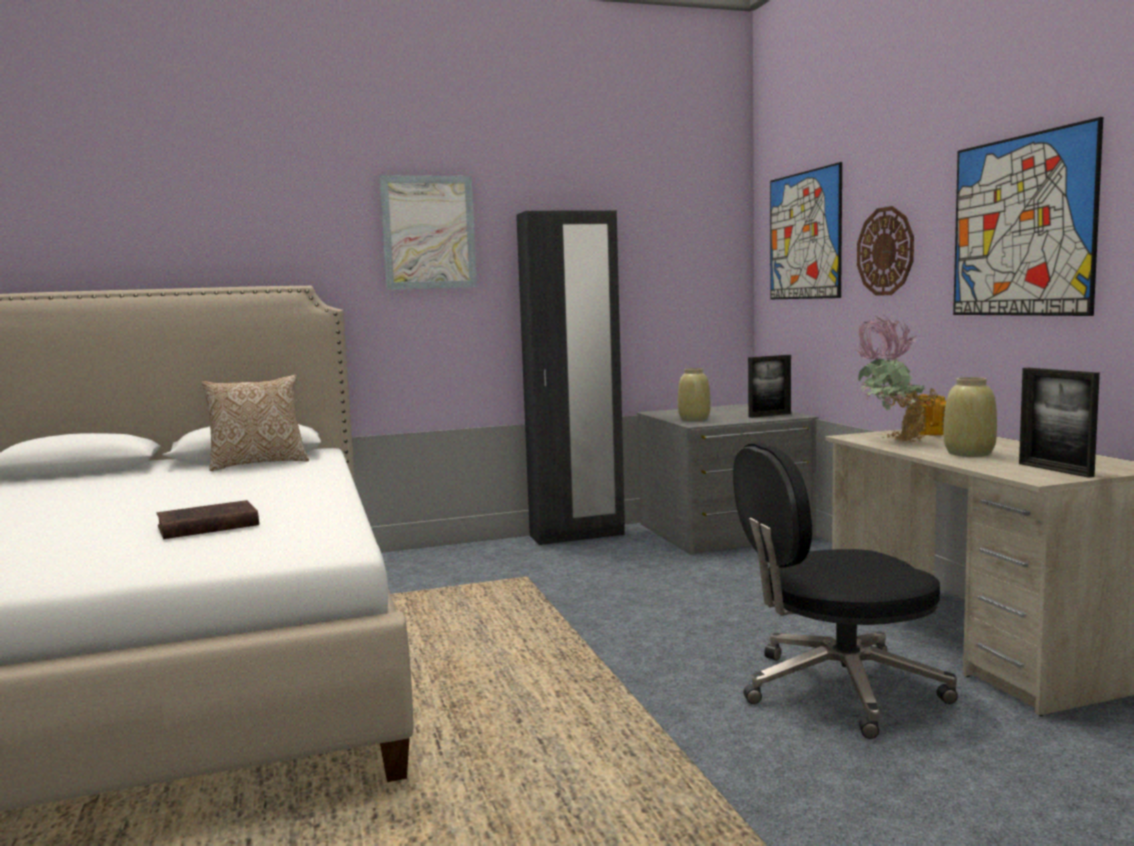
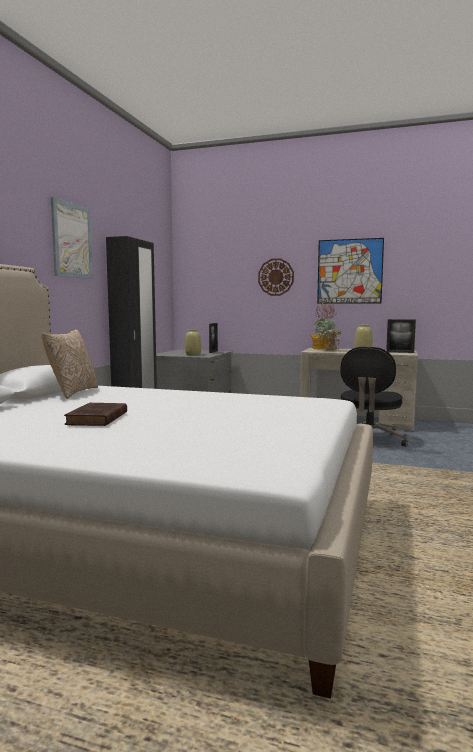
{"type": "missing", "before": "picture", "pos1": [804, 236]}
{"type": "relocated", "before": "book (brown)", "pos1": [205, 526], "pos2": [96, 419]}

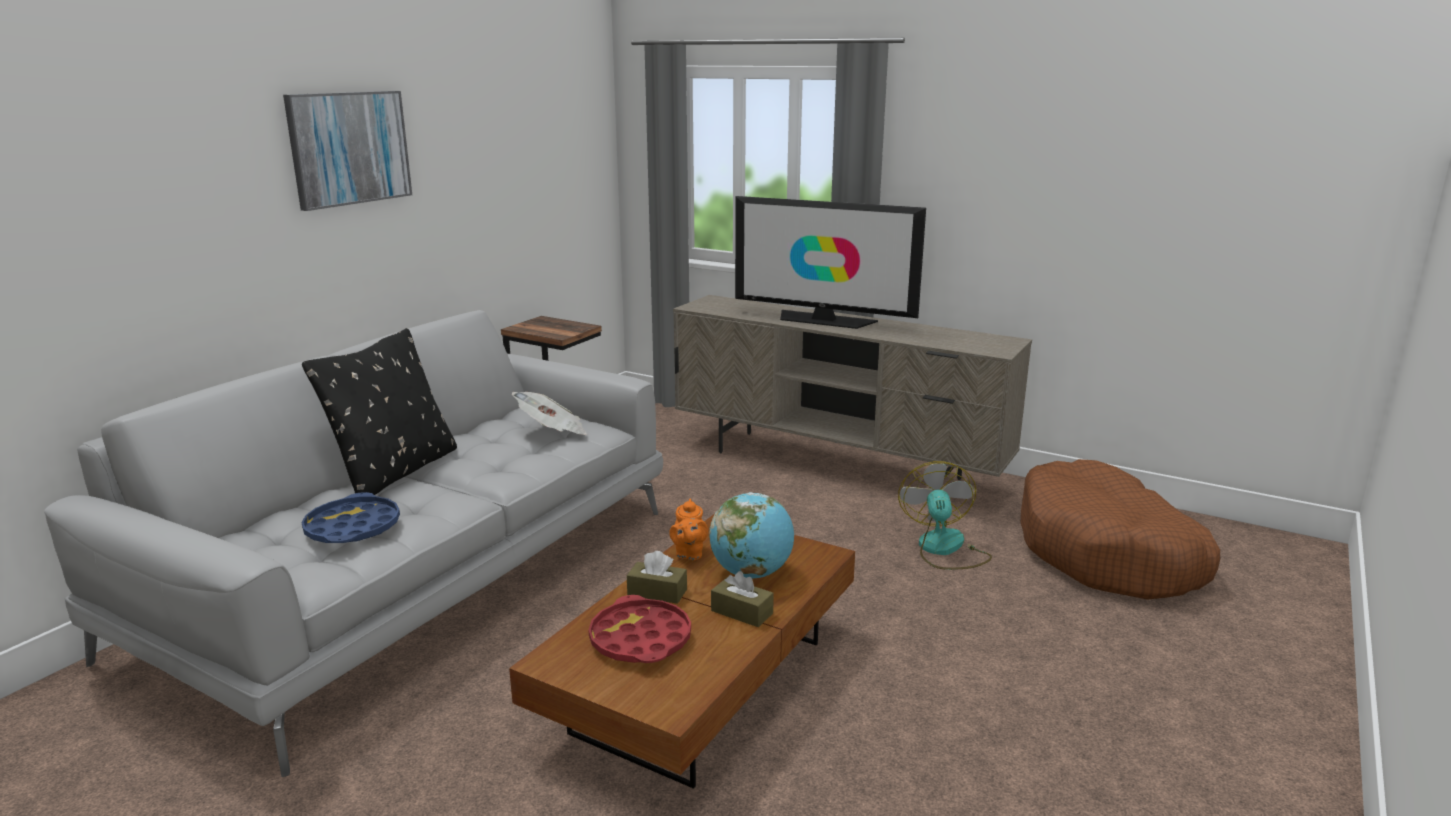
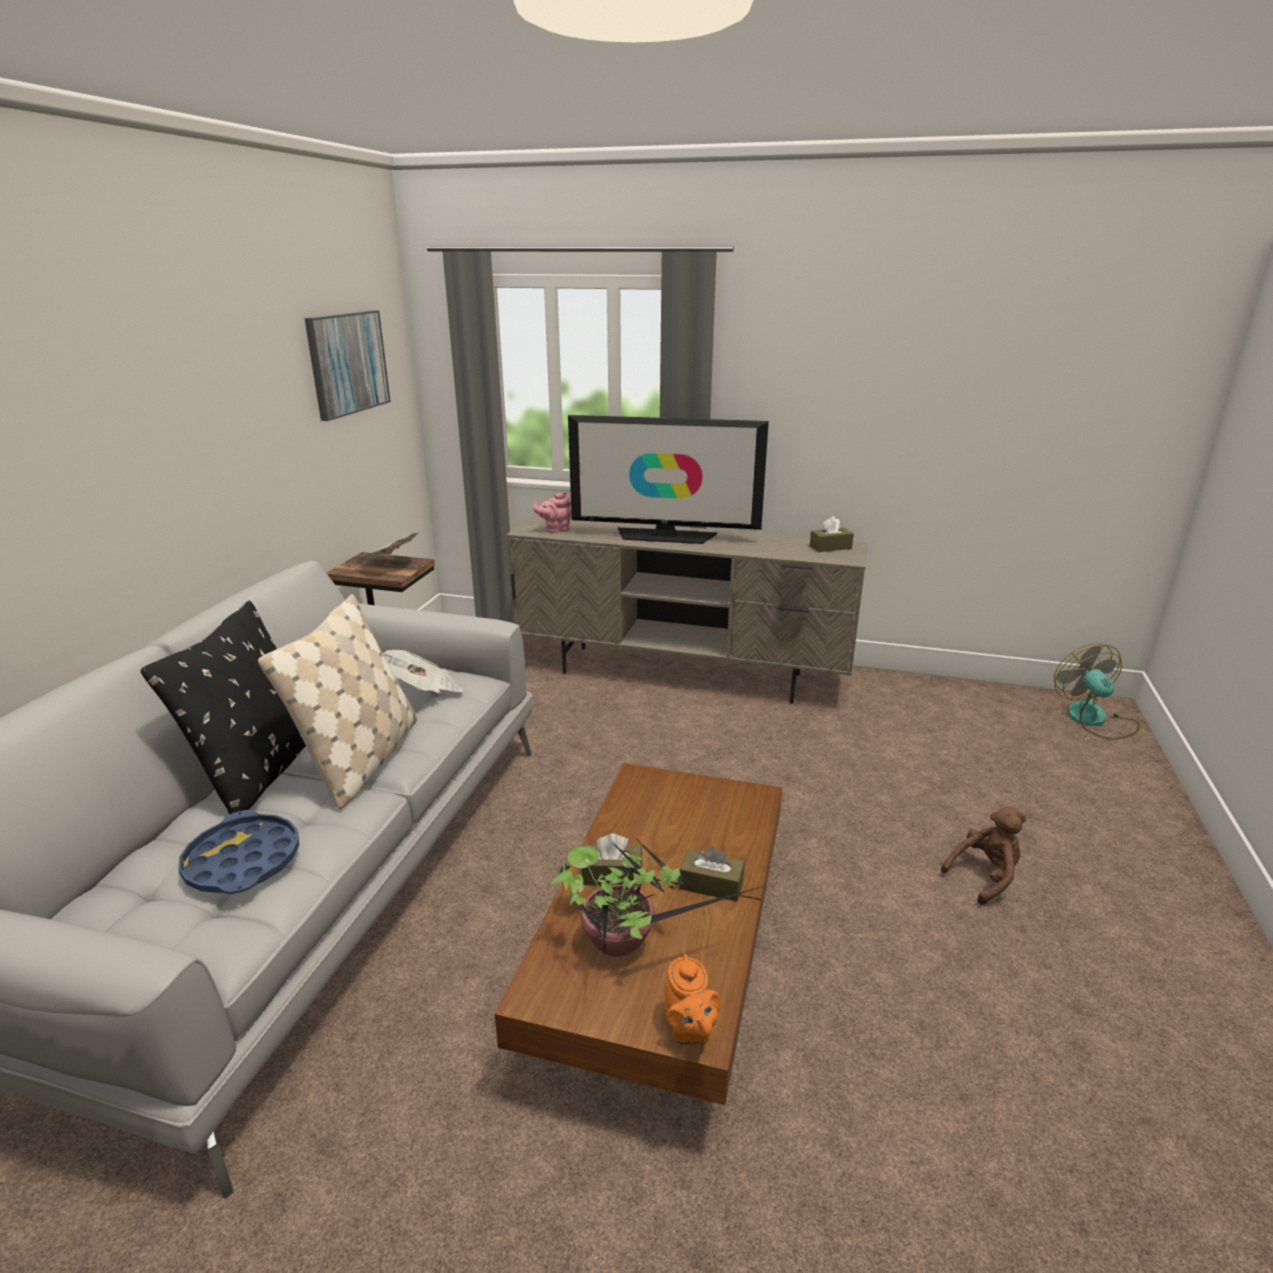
{"type": "missing", "before": "globe", "pos1": [751, 573]}
{"type": "missing", "before": "dog bed (brown)", "pos1": [1107, 553]}
{"type": "appeared", "after": "pillow (beige)", "pos2": [362, 760]}
{"type": "appeared", "after": "newspaper", "pos2": [388, 565]}
{"type": "appeared", "after": "teapot (pink)", "pos2": [555, 529]}
{"type": "appeared", "after": "tissue box (brown)", "pos2": [830, 547]}
{"type": "appeared", "after": "plush toy (brown)", "pos2": [985, 876]}
{"type": "relocated", "before": "picture", "pos1": [349, 148], "pos2": [347, 363]}
{"type": "relocated", "before": "teapot (orange)", "pos1": [689, 553], "pos2": [689, 1030]}
{"type": "relocated", "before": "fan", "pos1": [944, 549], "pos2": [1094, 720]}
{"type": "exchanged", "before": "tray (red)", "after": "potted plant", "pos1": [640, 639], "pos2": [623, 942]}

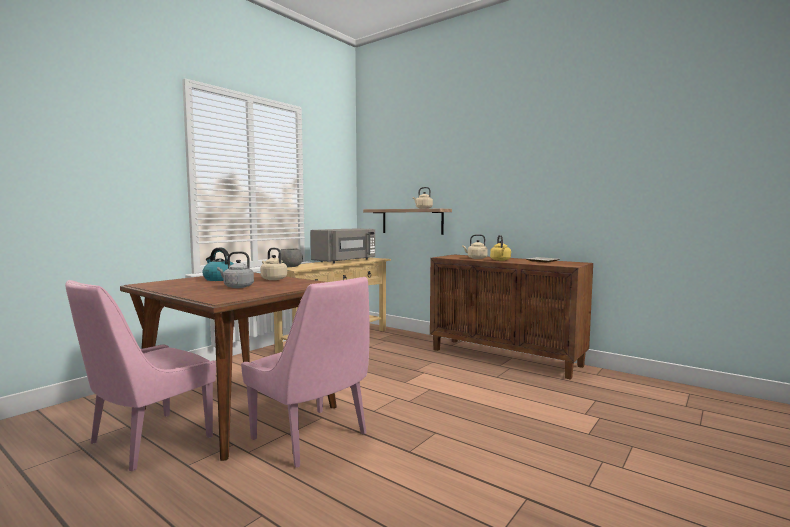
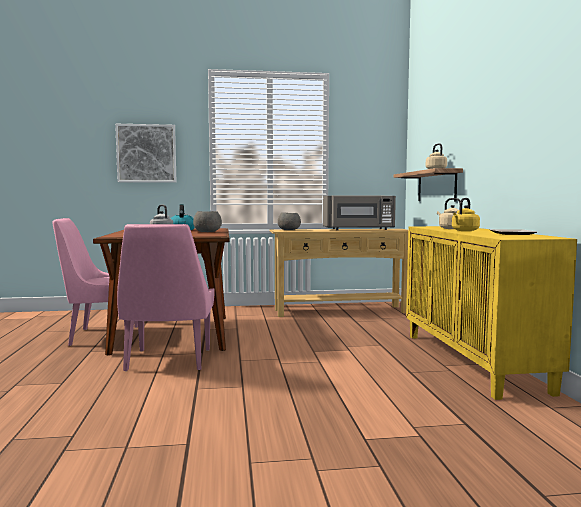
{"type": "appeared", "after": "picture", "pos2": [146, 153]}
{"type": "exchanged", "before": "kettle (beige)", "after": "bowl (grey)", "pos1": [273, 279], "pos2": [207, 231]}
{"type": "colour", "before": "cabinet (brown)", "after": "cabinet (yellow)", "pos1": [505, 357], "pos2": [473, 361]}

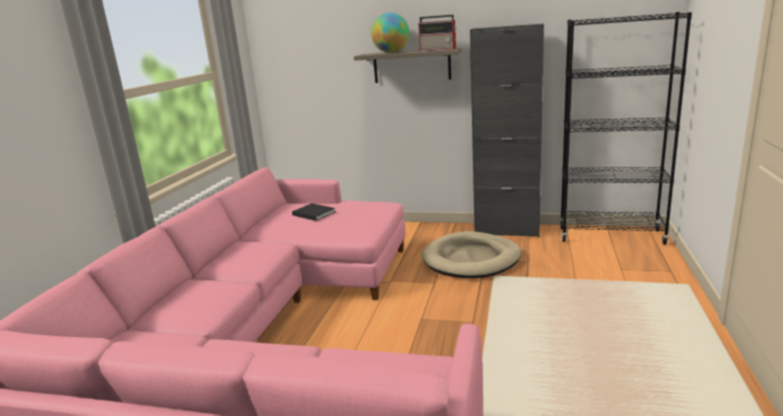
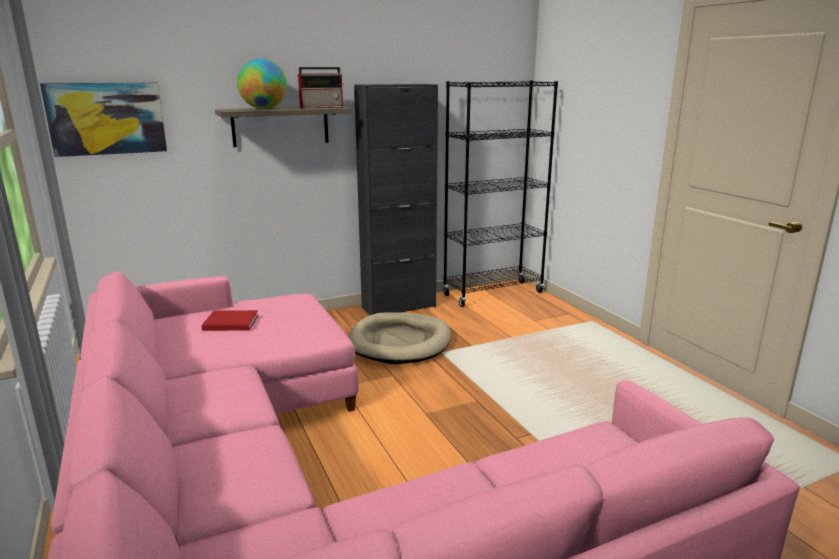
{"type": "appeared", "after": "picture", "pos2": [106, 118]}
{"type": "colour", "before": "book (black)", "after": "book (red)", "pos1": [313, 213], "pos2": [229, 322]}

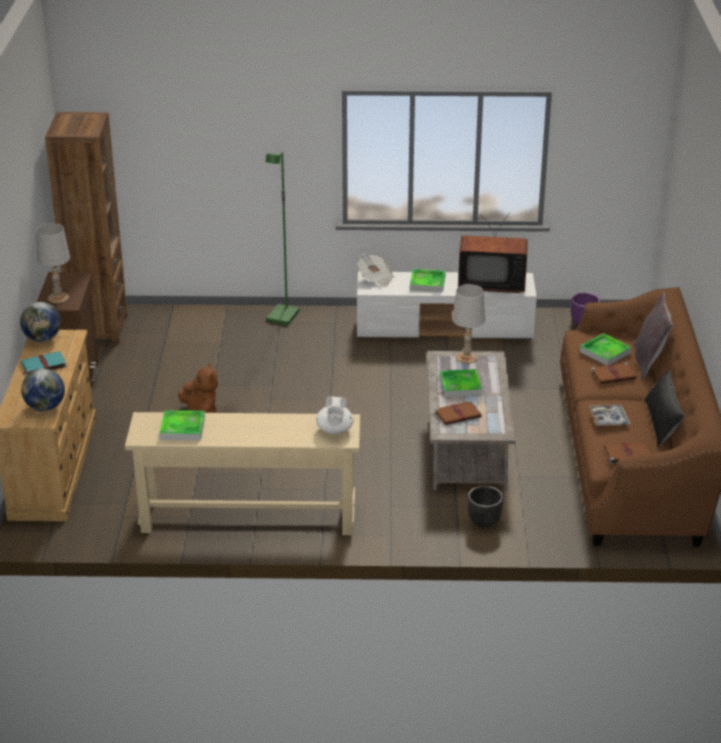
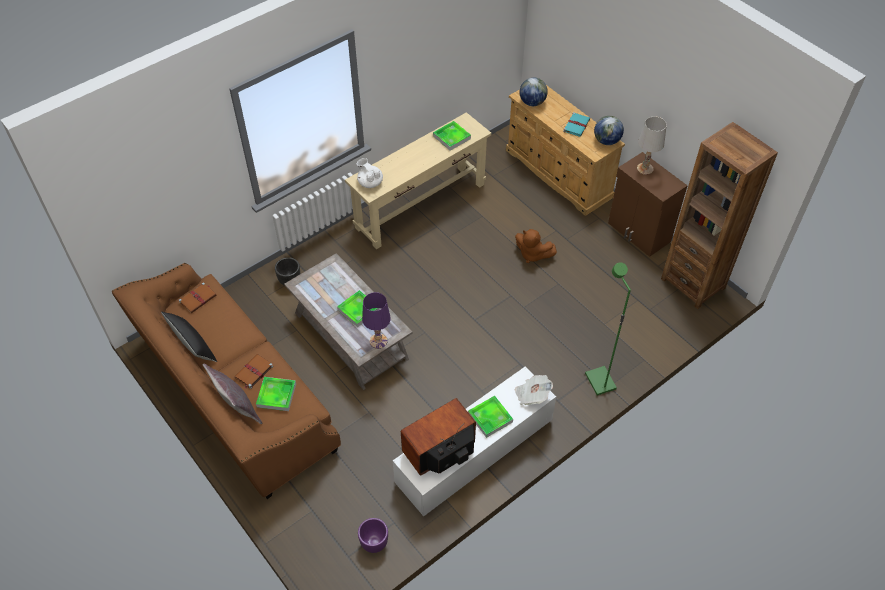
{"type": "missing", "before": "book (brown)", "pos1": [458, 414]}
{"type": "missing", "before": "tray", "pos1": [609, 419]}
{"type": "colour", "before": "table lamp (white)", "after": "table lamp (purple)", "pos1": [467, 358], "pos2": [378, 341]}

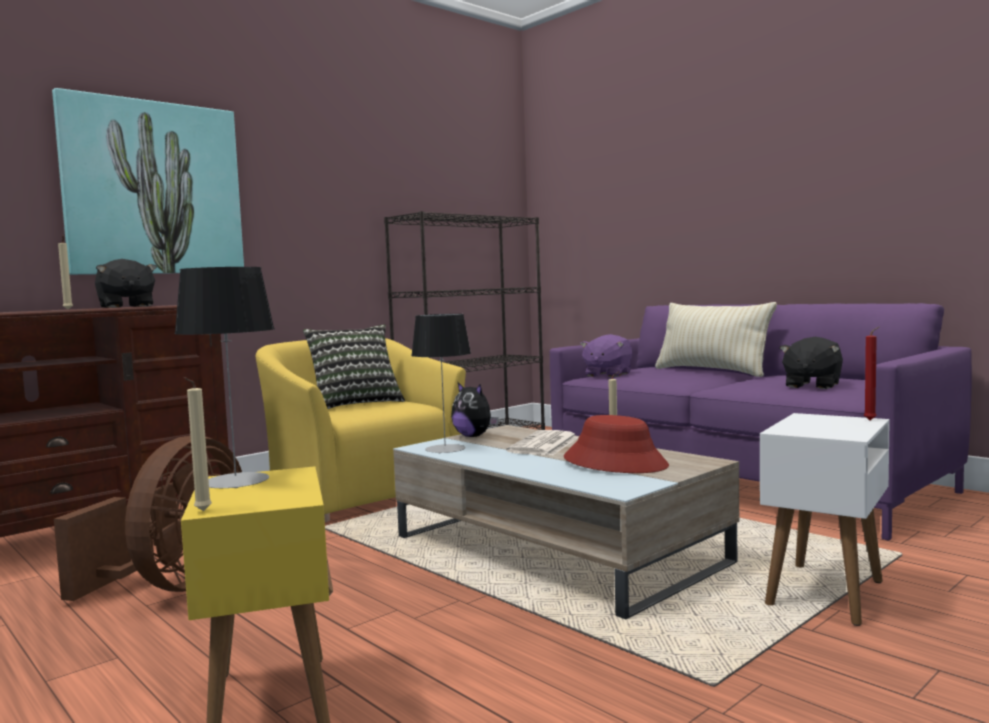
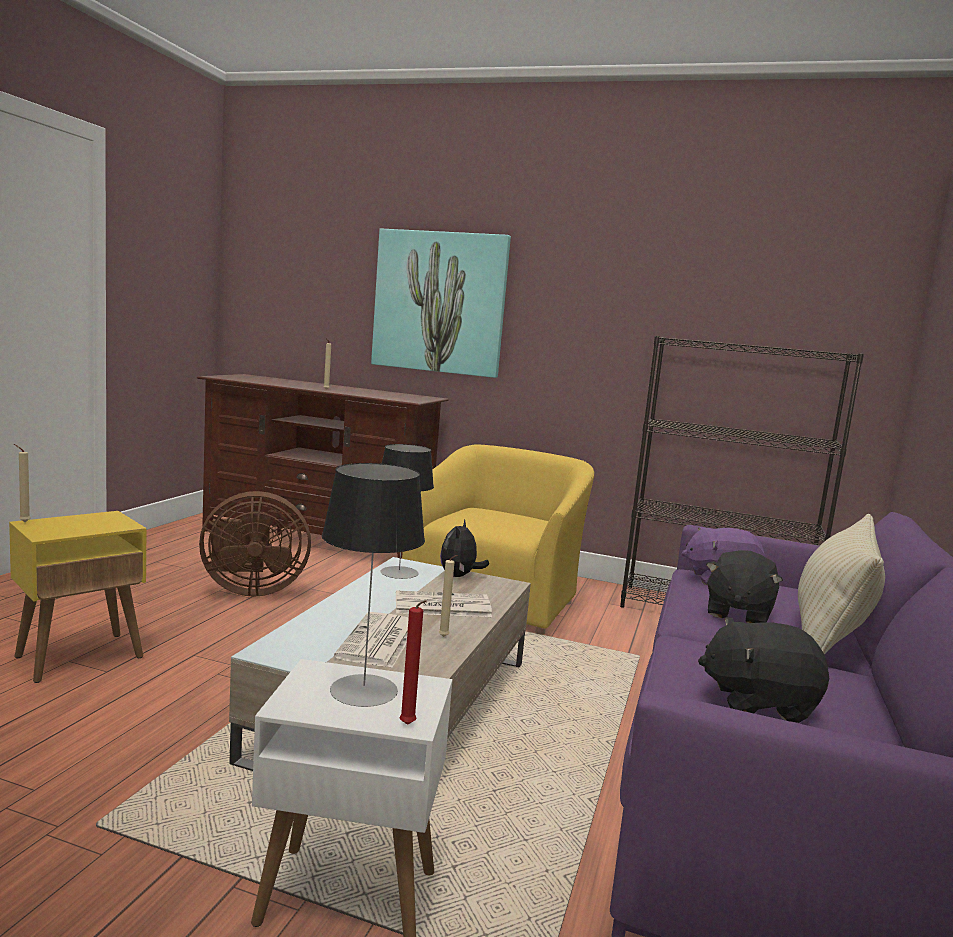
{"type": "missing", "before": "pillow", "pos1": [355, 404]}
{"type": "relocated", "before": "plush toy (black)", "pos1": [126, 307], "pos2": [737, 613]}
{"type": "relocated", "before": "table lamp", "pos1": [236, 481], "pos2": [363, 690]}
{"type": "exchanged", "before": "hat (red)", "after": "newspaper", "pos1": [615, 462], "pos2": [379, 641]}

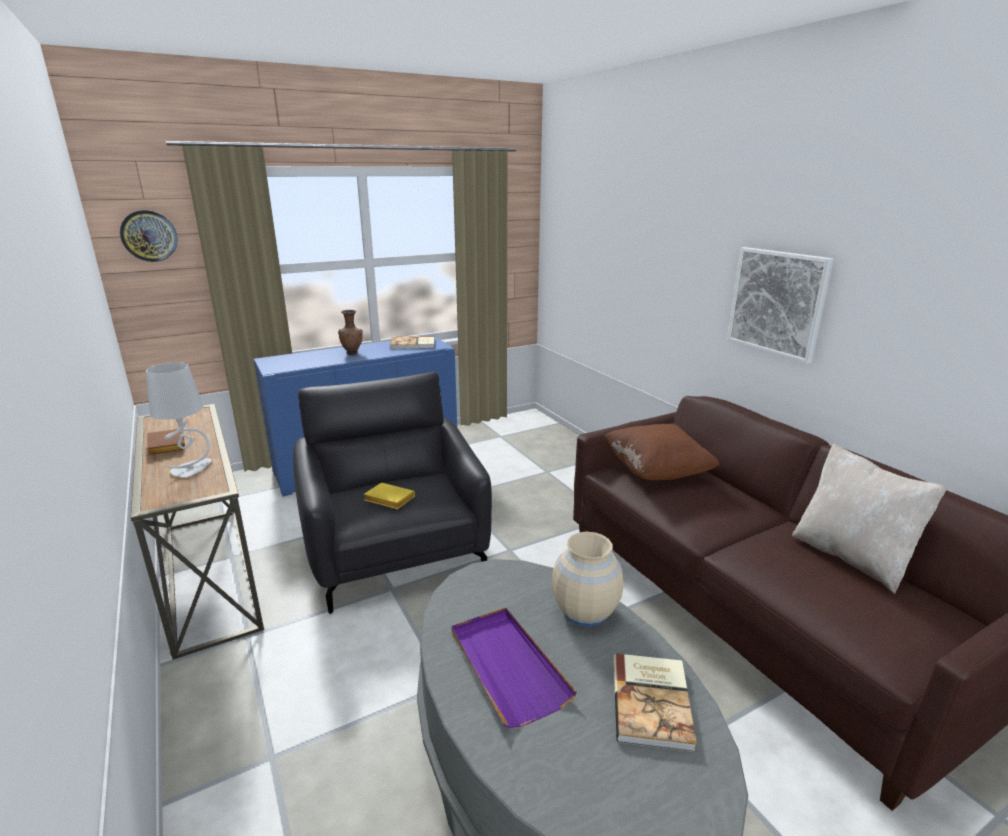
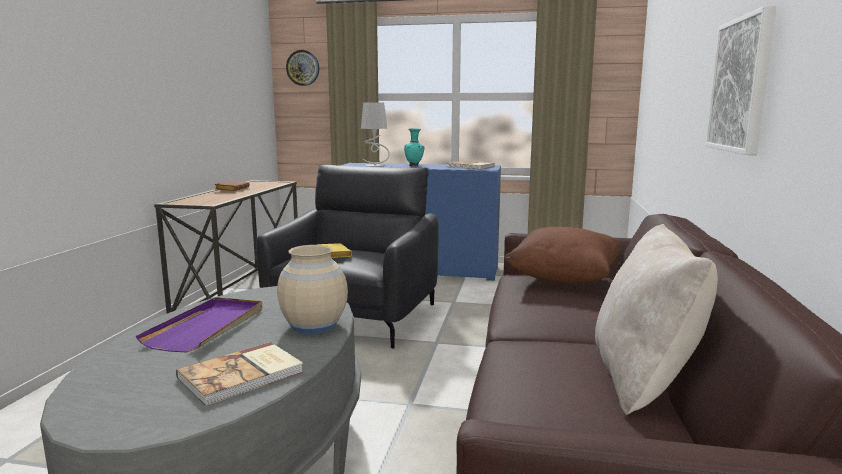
{"type": "relocated", "before": "table lamp (grey)", "pos1": [191, 469], "pos2": [375, 166]}
{"type": "colour", "before": "vase (brown)", "after": "vase (turquoise)", "pos1": [352, 353], "pos2": [414, 166]}

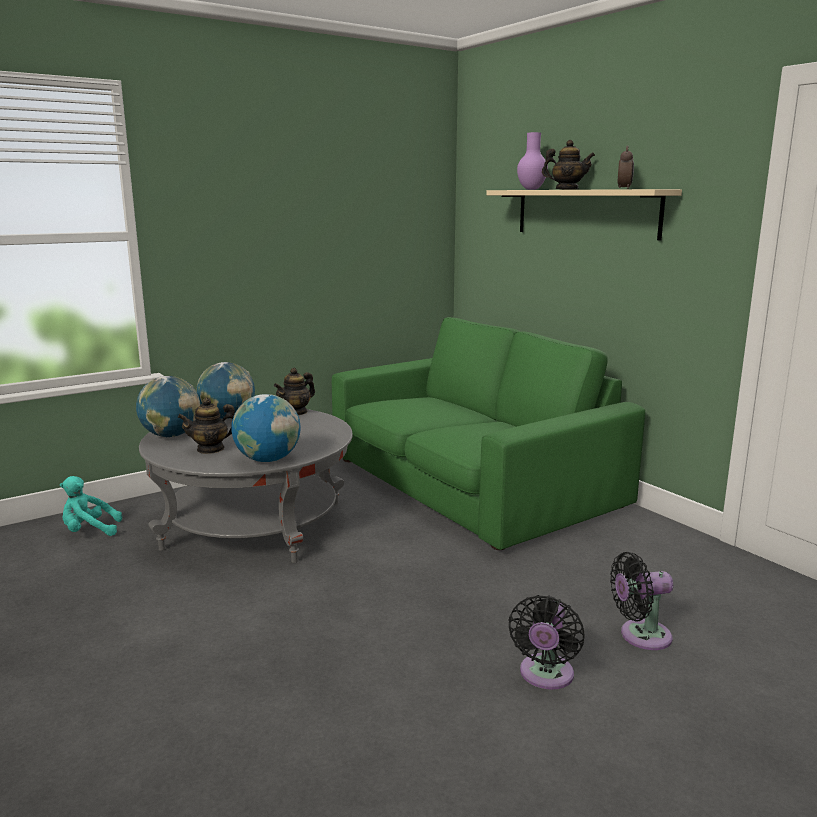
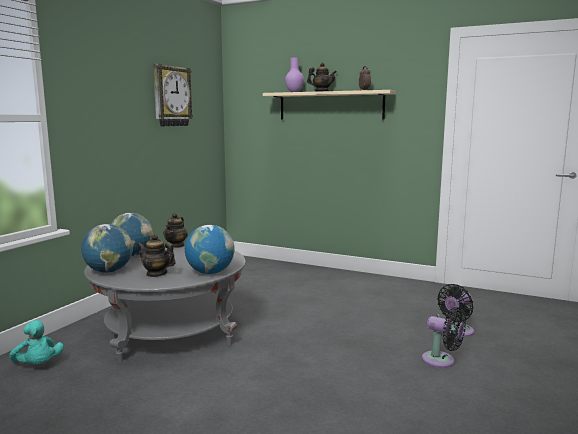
{"type": "missing", "before": "sofa (green)", "pos1": [470, 482]}
{"type": "appeared", "after": "wall clock", "pos2": [171, 96]}
{"type": "spun", "before": "plush toy (turquoise)", "pos1": [89, 531], "pos2": [38, 365], "turn": -90}
{"type": "spun", "before": "teapot", "pos1": [211, 449], "pos2": [156, 274], "turn": 75}
{"type": "spun", "before": "fan (black)", "pos1": [545, 676], "pos2": [441, 361], "turn": -45}

